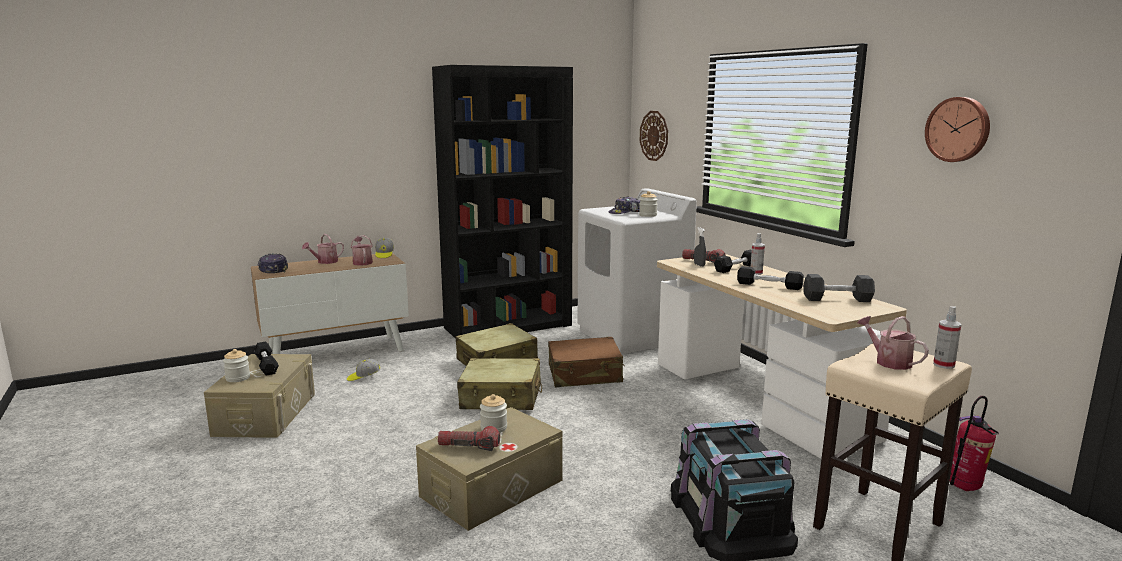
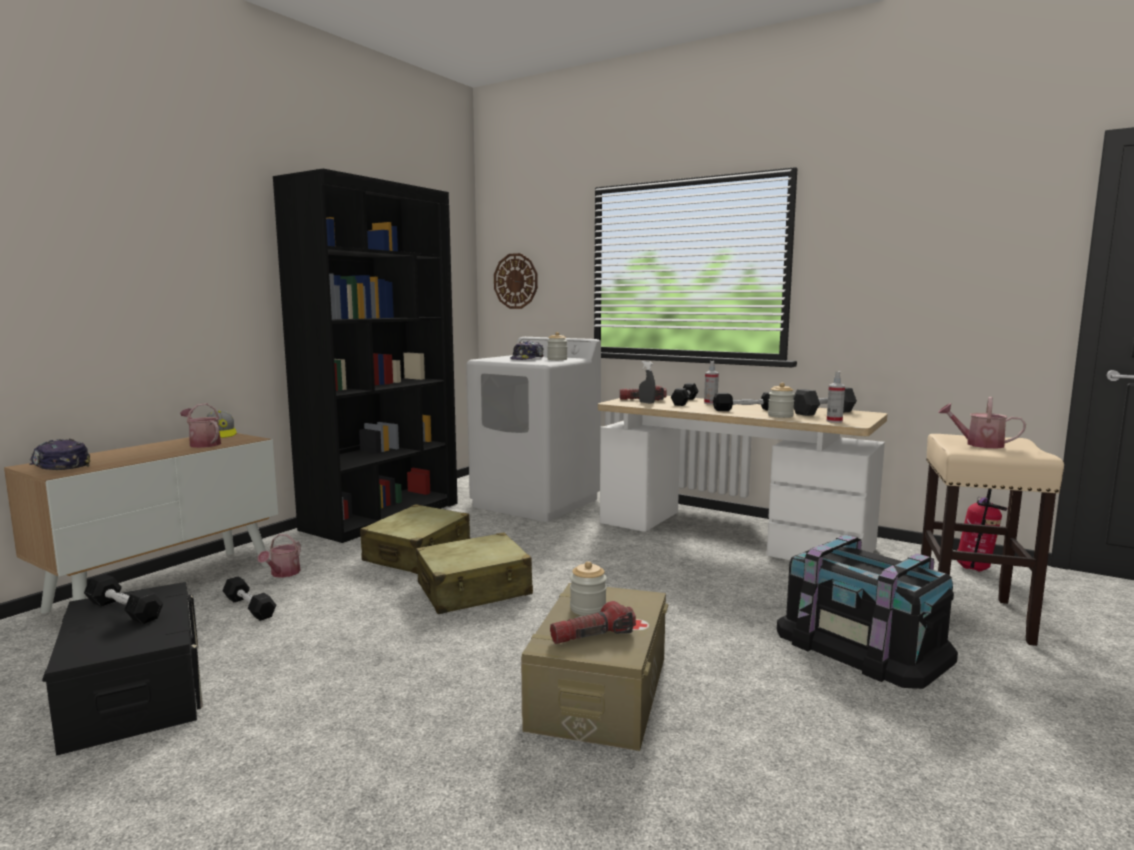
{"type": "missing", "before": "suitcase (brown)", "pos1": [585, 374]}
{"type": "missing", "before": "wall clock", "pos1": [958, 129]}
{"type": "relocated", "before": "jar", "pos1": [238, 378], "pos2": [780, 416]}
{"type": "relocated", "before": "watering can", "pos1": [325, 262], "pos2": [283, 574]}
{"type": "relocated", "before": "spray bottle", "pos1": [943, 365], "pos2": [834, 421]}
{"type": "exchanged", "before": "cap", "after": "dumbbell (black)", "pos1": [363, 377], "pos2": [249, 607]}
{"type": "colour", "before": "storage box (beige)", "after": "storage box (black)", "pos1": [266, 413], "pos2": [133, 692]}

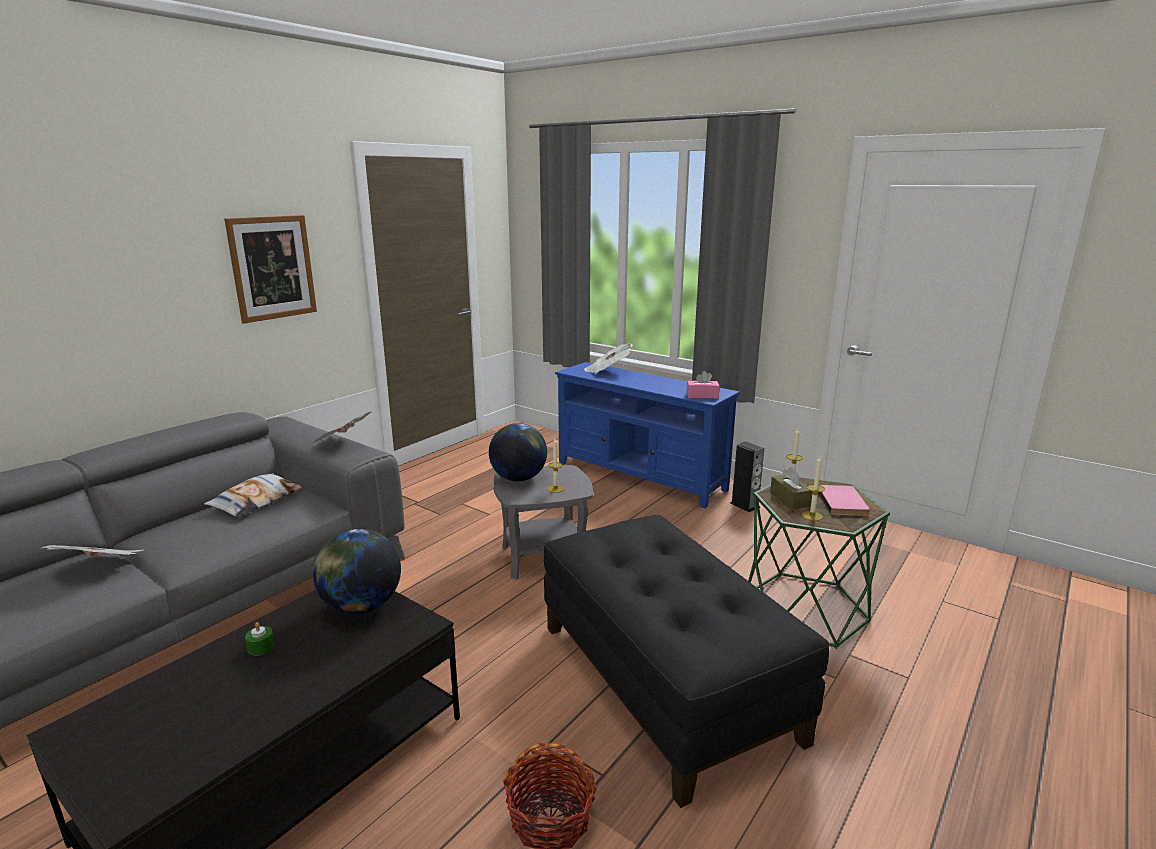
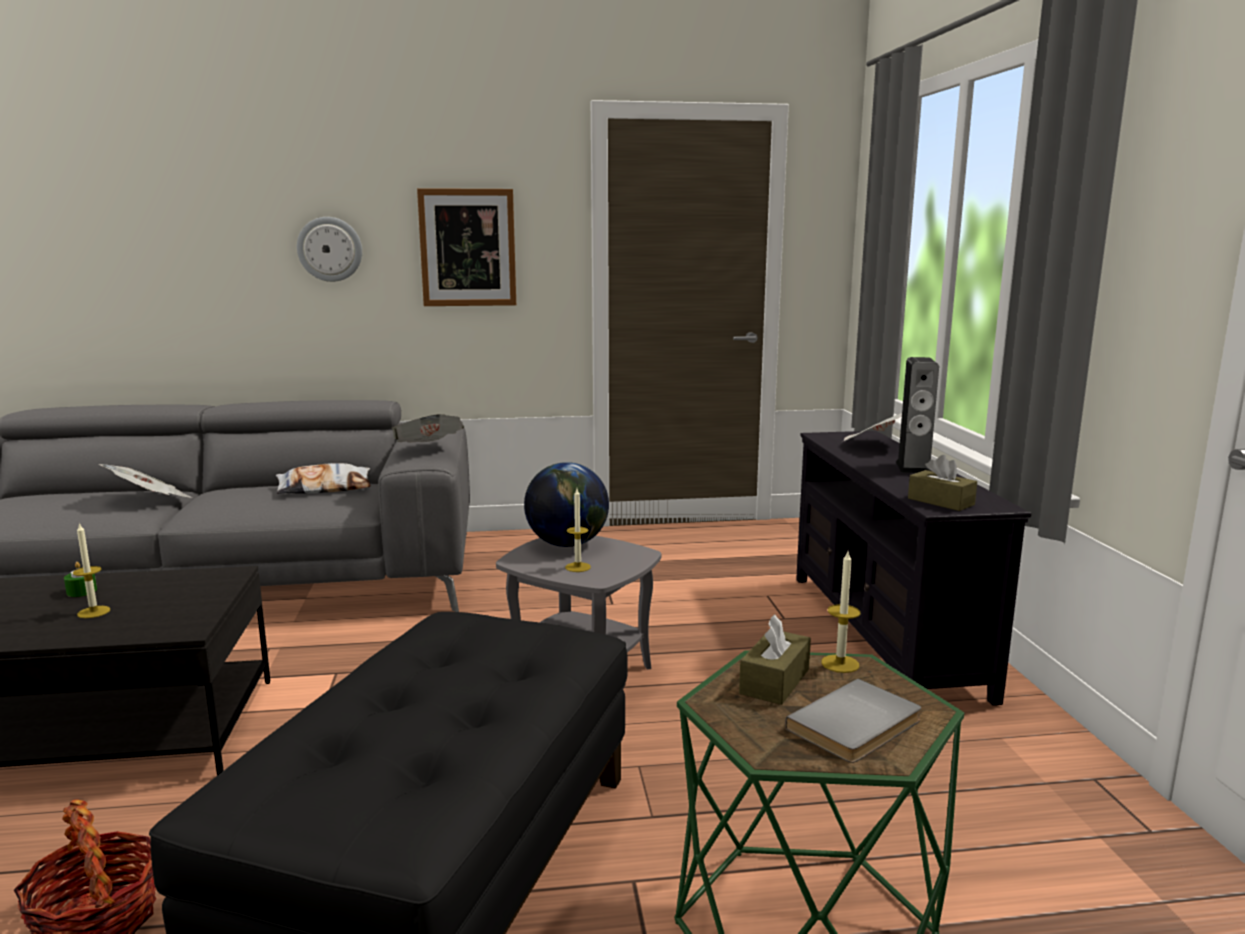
{"type": "missing", "before": "globe", "pos1": [361, 606]}
{"type": "appeared", "after": "wall clock", "pos2": [330, 249]}
{"type": "relocated", "before": "speaker", "pos1": [745, 505], "pos2": [913, 467]}
{"type": "relocated", "before": "candle", "pos1": [812, 516], "pos2": [93, 612]}
{"type": "colour", "before": "tv stand (blue)", "after": "tv stand (black)", "pos1": [640, 477], "pos2": [884, 634]}
{"type": "colour", "before": "tissue box (pink)", "after": "tissue box (brown)", "pos1": [702, 395], "pos2": [940, 501]}
{"type": "colour", "before": "book (pink)", "after": "book (grey)", "pos1": [843, 502], "pos2": [858, 726]}

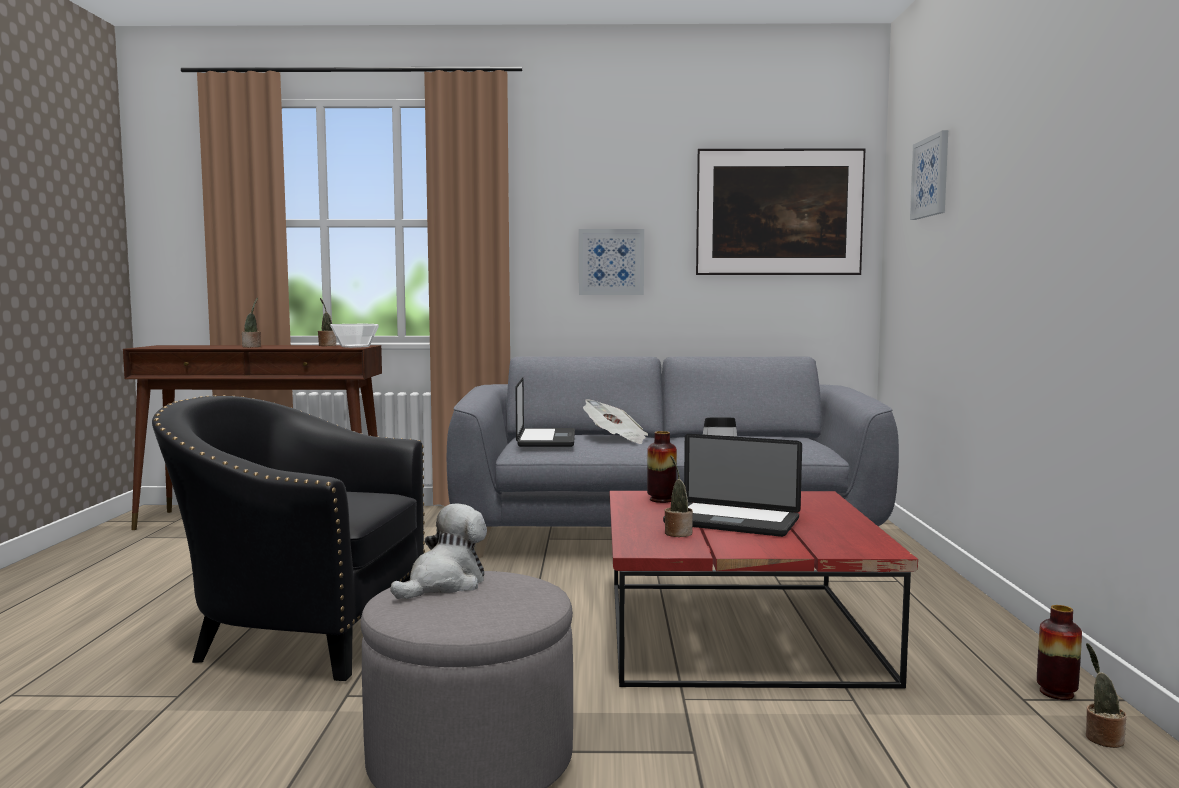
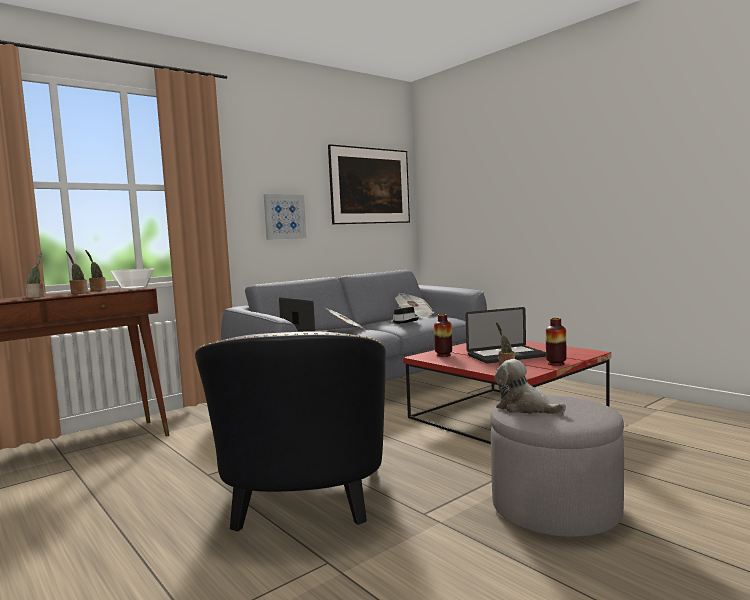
{"type": "missing", "before": "picture", "pos1": [931, 177]}
{"type": "appeared", "after": "newspaper", "pos2": [415, 316]}
{"type": "relocated", "before": "vase", "pos1": [1056, 693], "pos2": [556, 364]}
{"type": "relocated", "before": "potted plant", "pos1": [1101, 738], "pos2": [78, 293]}
{"type": "spun", "before": "armchair (black)", "pos1": [299, 634], "pos2": [303, 501], "turn": -60}
{"type": "spun", "before": "plush toy", "pos1": [445, 584], "pos2": [525, 408], "turn": -45}

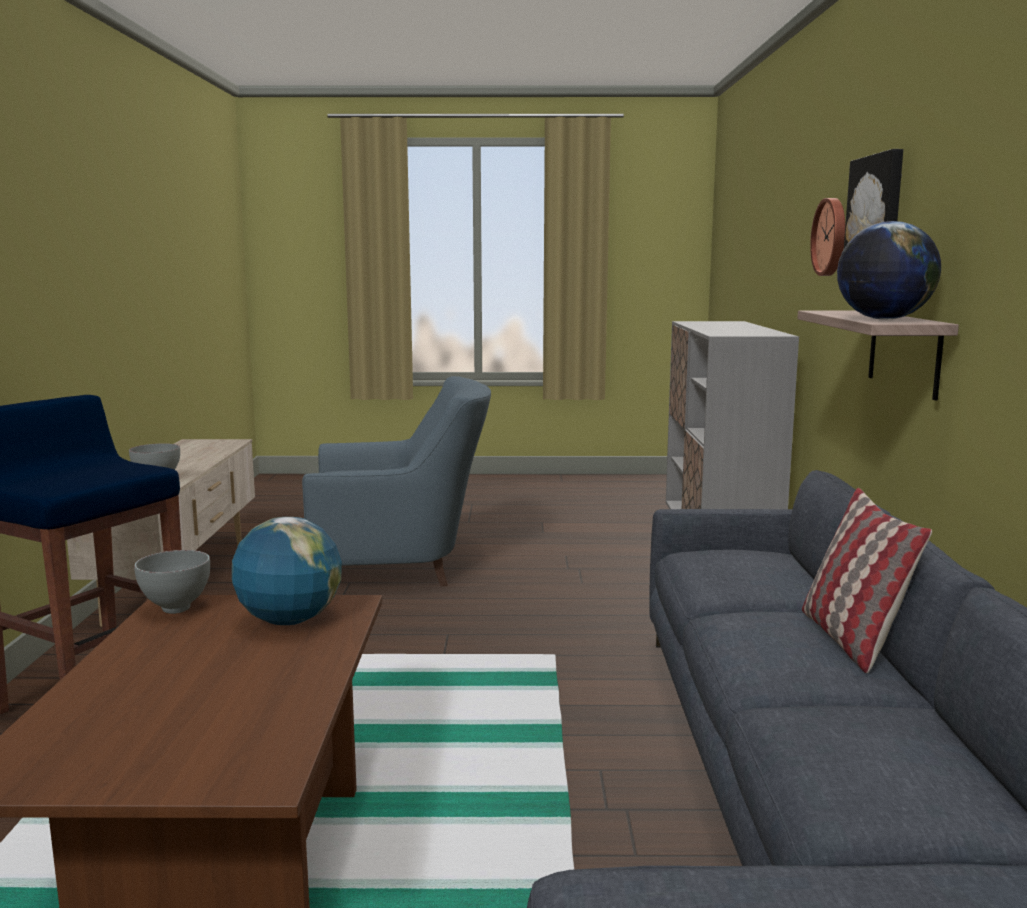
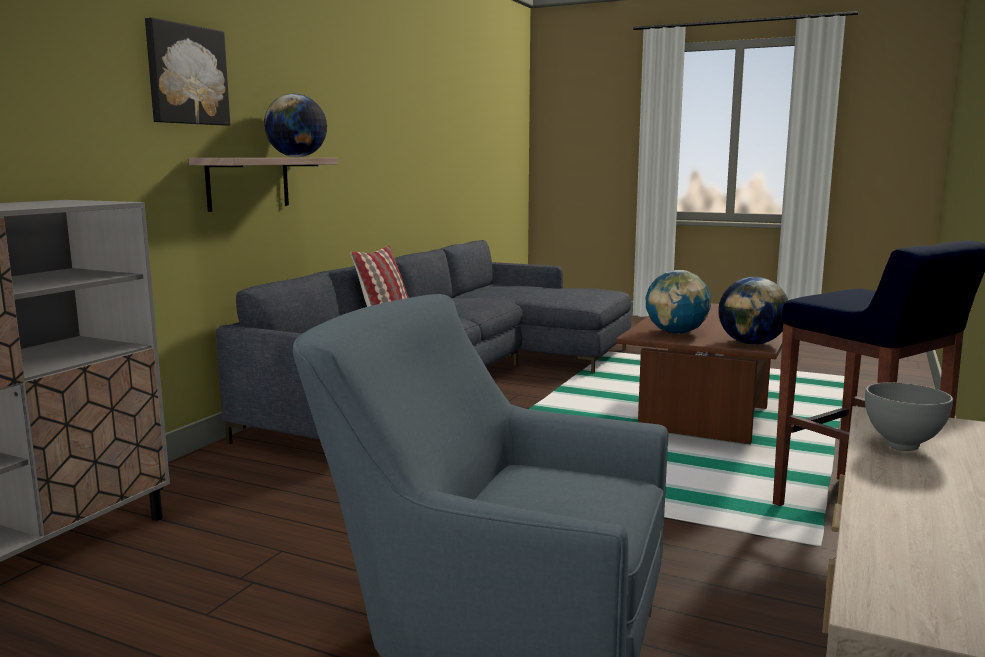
{"type": "missing", "before": "wall clock", "pos1": [832, 237]}
{"type": "exchanged", "before": "bowl (grey)", "after": "globe", "pos1": [175, 610], "pos2": [751, 343]}

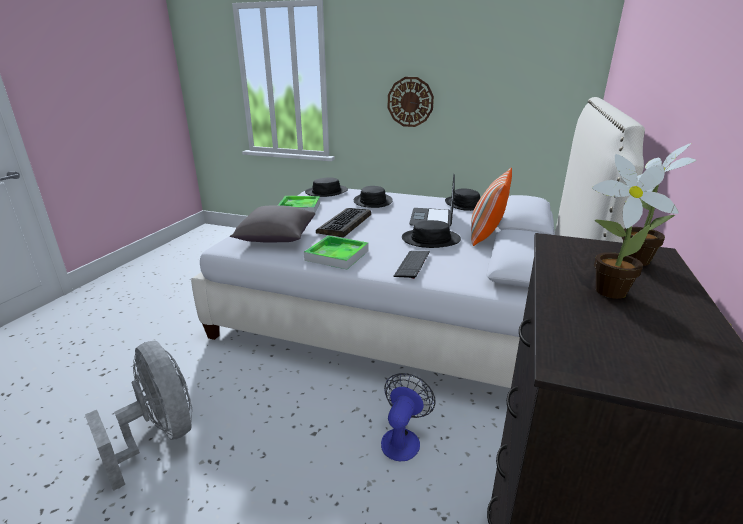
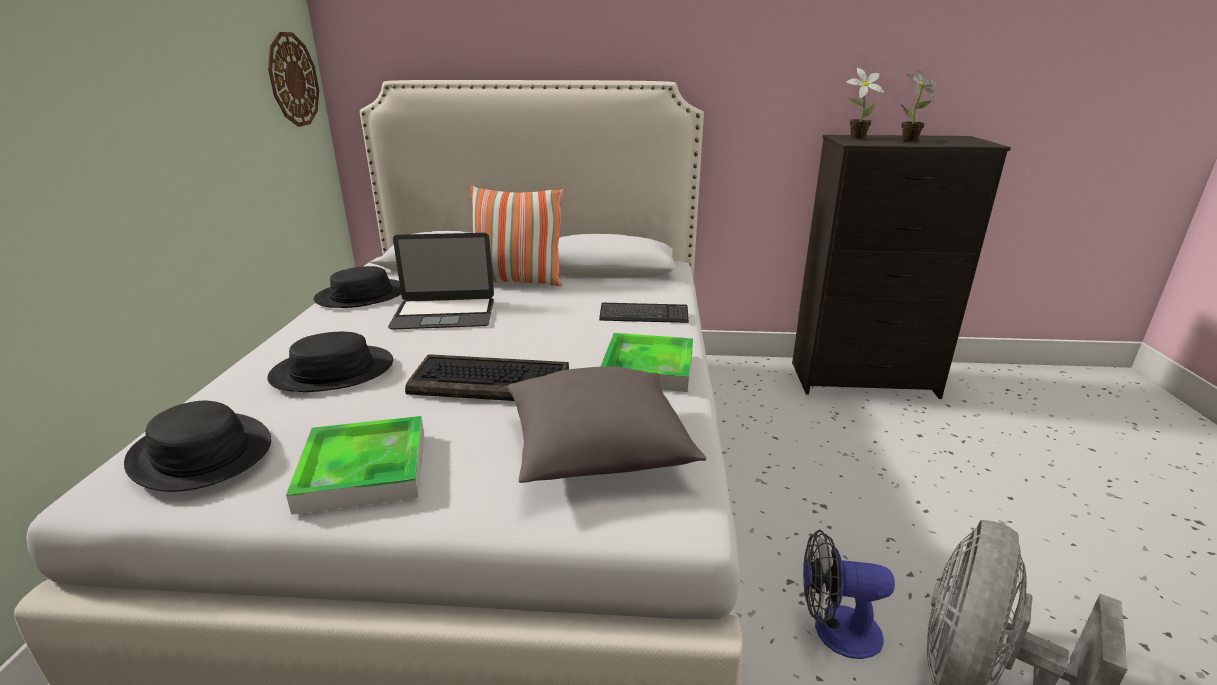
{"type": "missing", "before": "hat (black)", "pos1": [430, 239]}
{"type": "relocated", "before": "fan", "pos1": [402, 438], "pos2": [835, 630]}
{"type": "relocated", "before": "wall clock", "pos1": [410, 102], "pos2": [293, 80]}

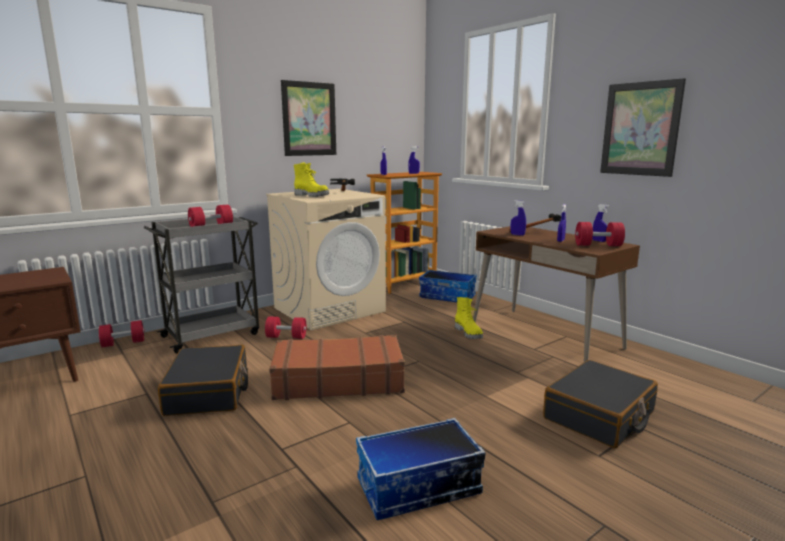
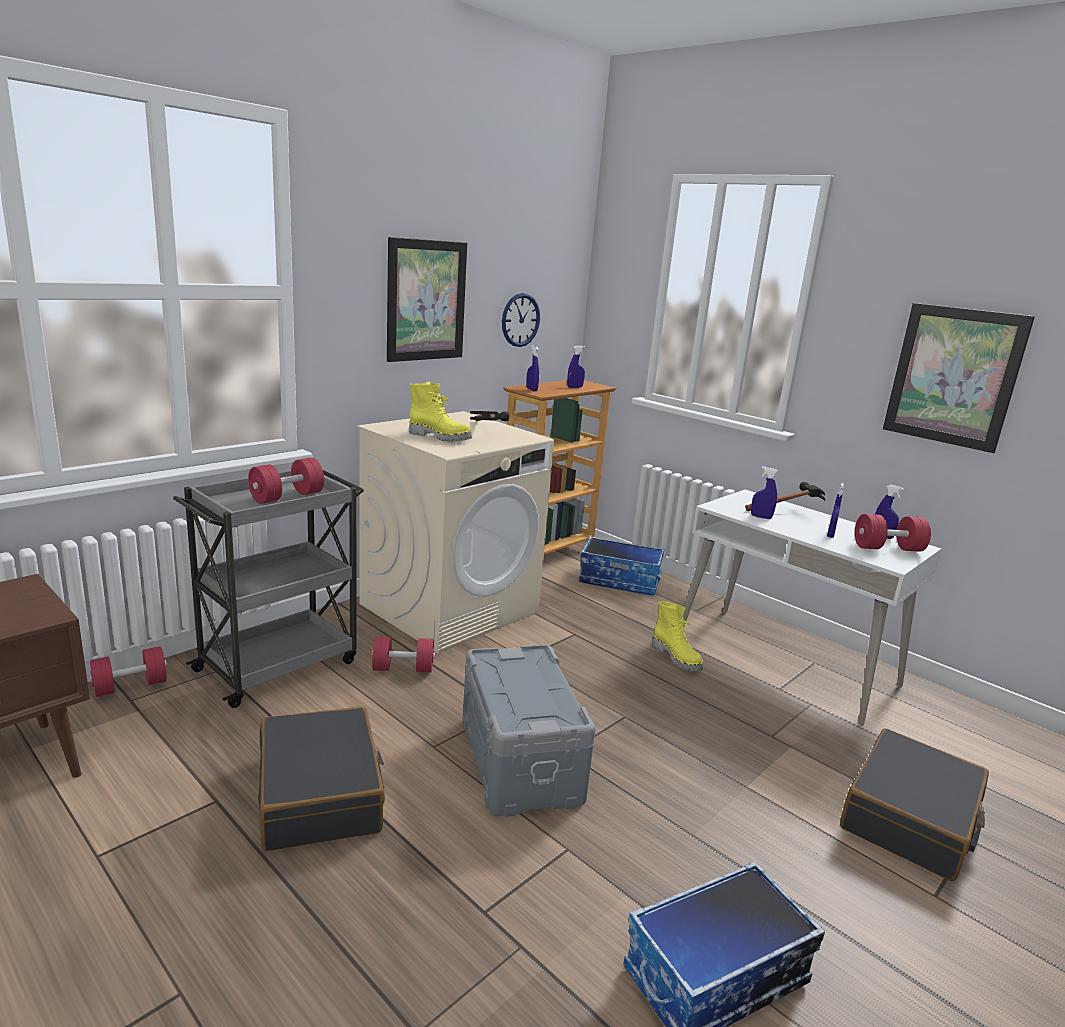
{"type": "appeared", "after": "wall clock", "pos2": [520, 320]}
{"type": "exchanged", "before": "suitcase (brown)", "after": "storage box (grey)", "pos1": [338, 380], "pos2": [518, 760]}
{"type": "colour", "before": "desk (brown)", "after": "desk (white)", "pos1": [544, 336], "pos2": [784, 661]}

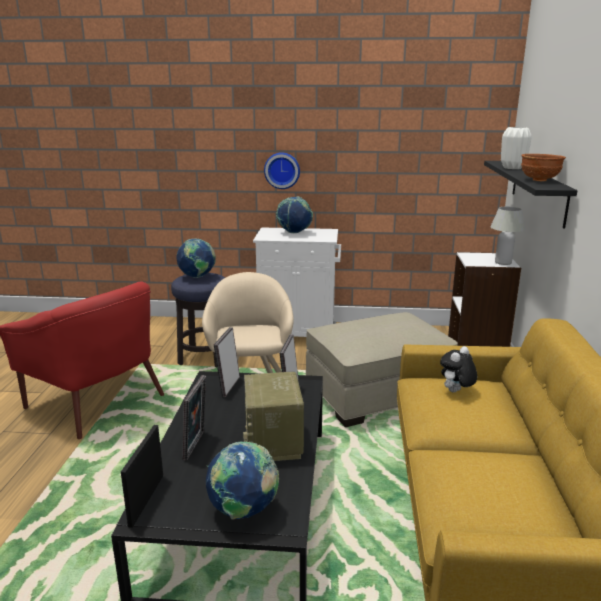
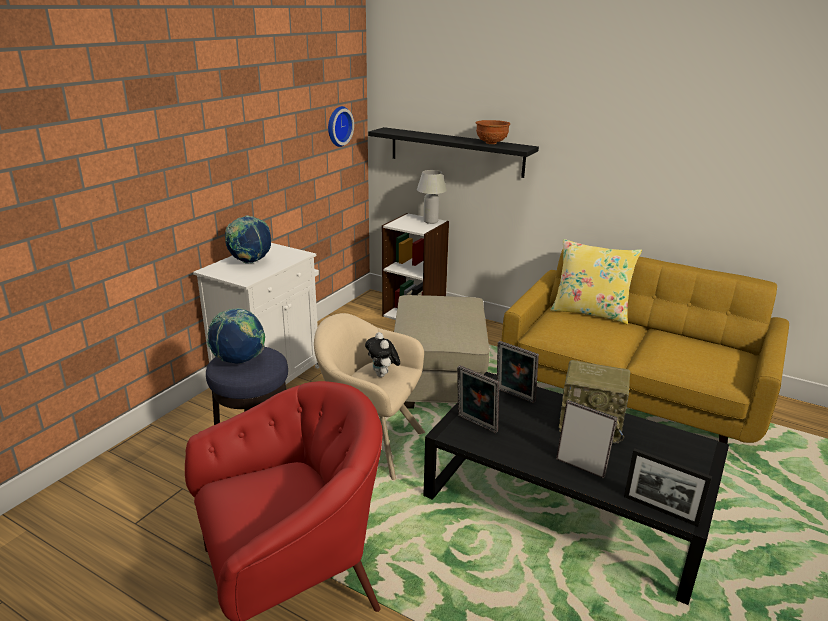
{"type": "missing", "before": "globe", "pos1": [243, 511]}
{"type": "missing", "before": "vase (white)", "pos1": [513, 168]}
{"type": "appeared", "after": "pillow (yellow)", "pos2": [590, 312]}
{"type": "relocated", "before": "wall clock", "pos1": [282, 170], "pos2": [337, 126]}
{"type": "relocated", "before": "plush toy", "pos1": [456, 392], "pos2": [383, 375]}

